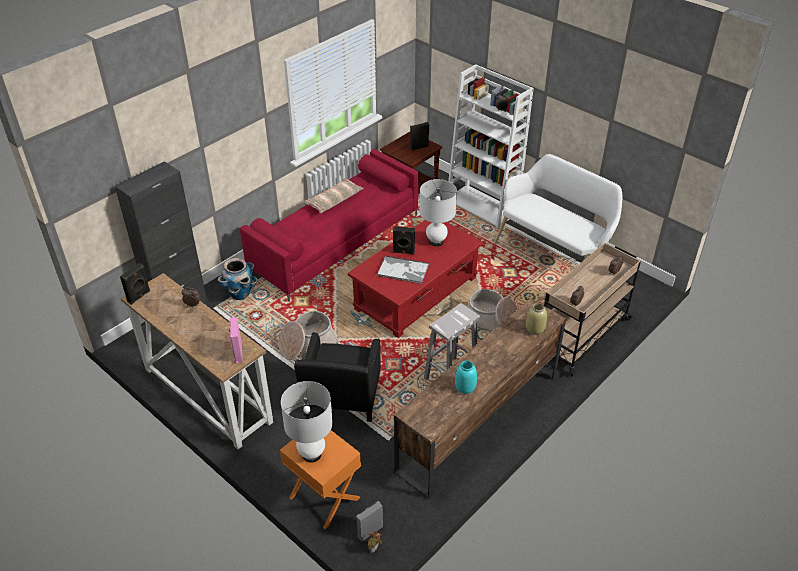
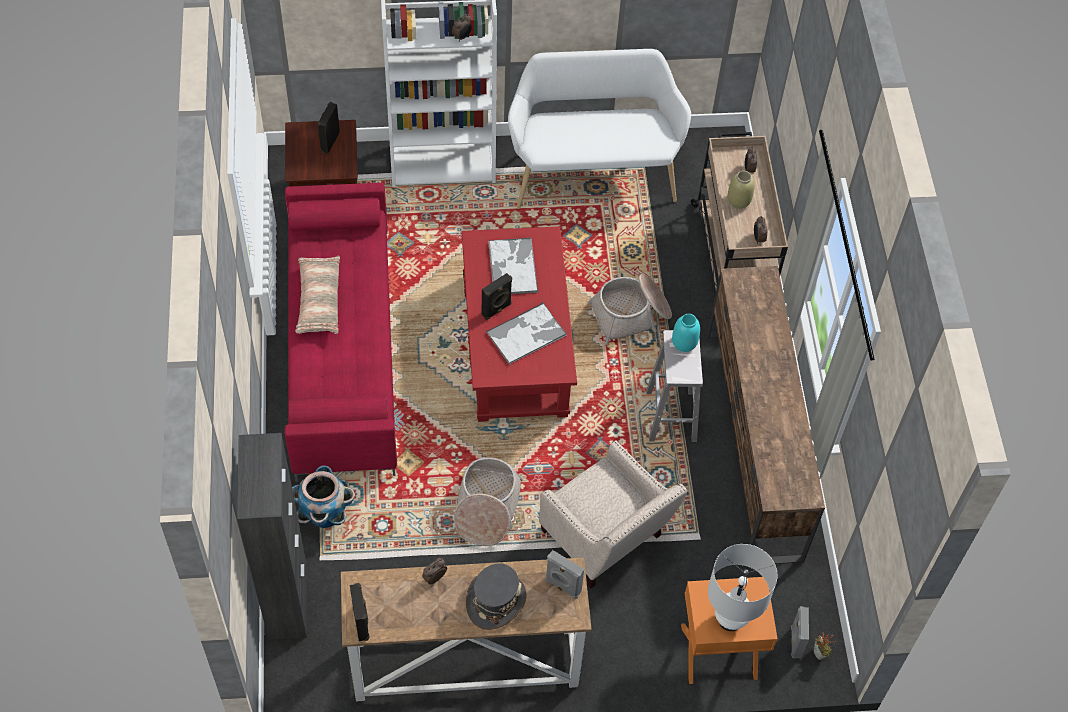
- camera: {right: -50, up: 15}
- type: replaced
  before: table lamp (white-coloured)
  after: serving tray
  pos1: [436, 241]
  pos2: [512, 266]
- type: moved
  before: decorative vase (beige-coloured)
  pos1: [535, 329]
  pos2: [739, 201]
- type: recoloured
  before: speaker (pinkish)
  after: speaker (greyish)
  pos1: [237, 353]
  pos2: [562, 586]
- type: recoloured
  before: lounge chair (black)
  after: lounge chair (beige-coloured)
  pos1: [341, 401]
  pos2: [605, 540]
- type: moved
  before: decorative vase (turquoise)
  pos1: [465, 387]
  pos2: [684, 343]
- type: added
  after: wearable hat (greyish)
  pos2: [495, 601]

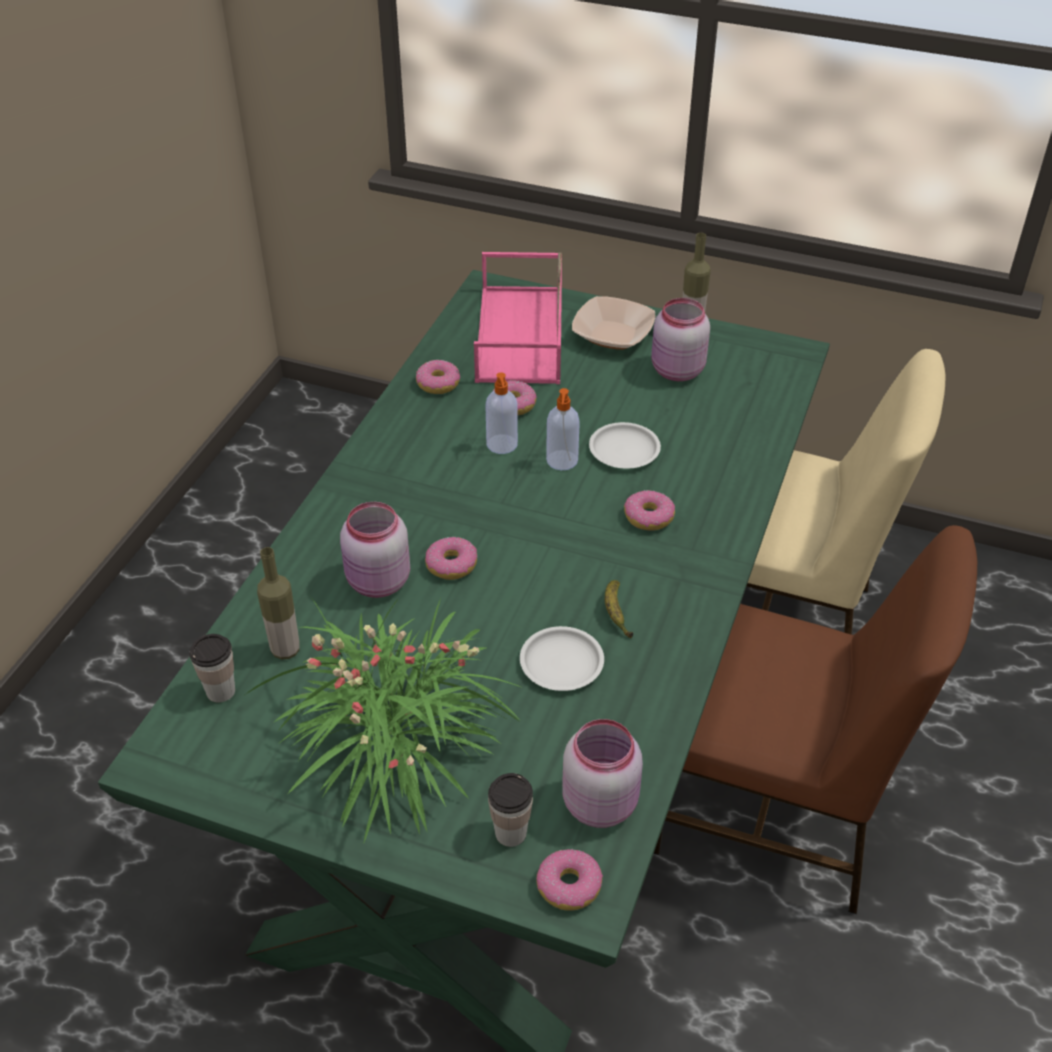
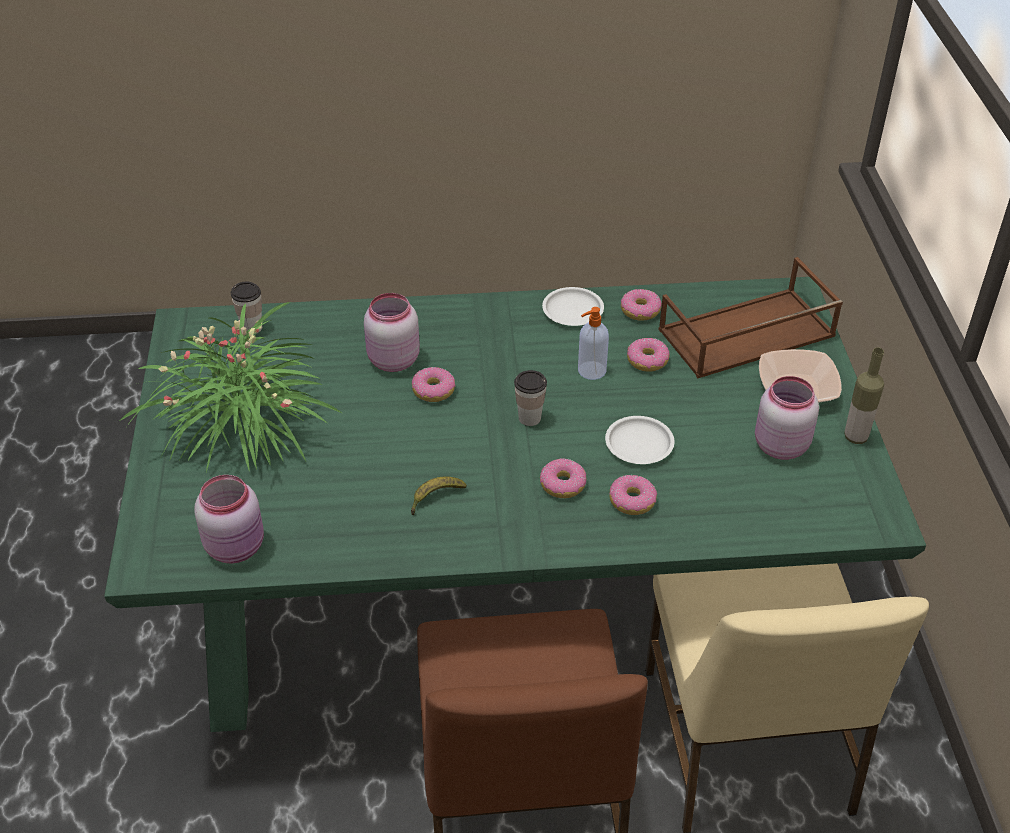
- camera: {right: 65, up: 0}
- type: recoloured
  before: serving tray (pinkish)
  after: serving tray (brown-coloured)
  pos1: [521, 335]
  pos2: [745, 334]
- type: removed
  before: soap dispenser
  pos1: [562, 461]
- type: removed
  before: bottle
  pos1: [285, 650]
- type: moved
  before: dinner plate (white-coloured)
  pos1: [562, 663]
  pos2: [573, 311]
- type: moved
  before: cup
  pos1: [511, 833]
  pos2: [529, 418]
- type: moved
  before: donut
  pos1: [569, 885]
  pos2: [632, 501]

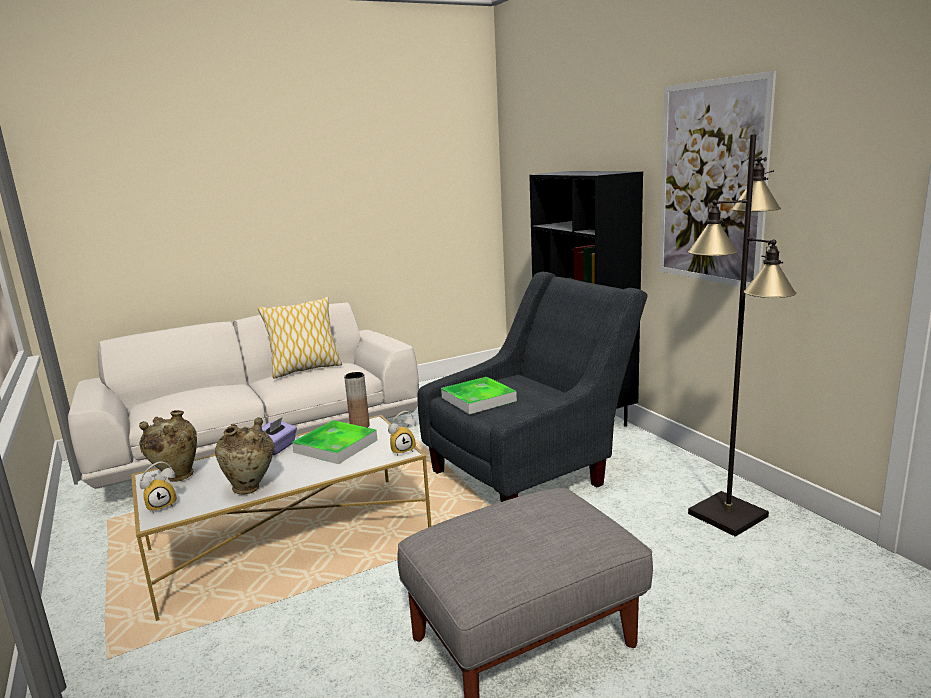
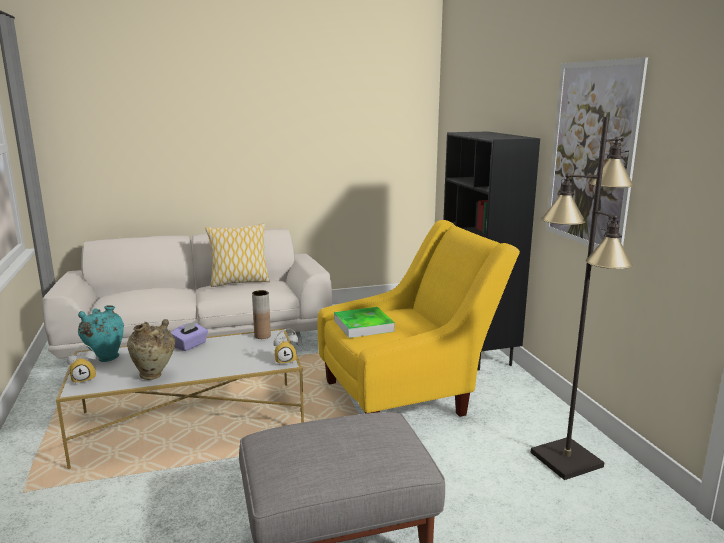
- camera: {right: 10, up: 0}
- type: recoloured
  before: lounge chair (greyish)
  after: lounge chair (yellow)
  pos1: [531, 472]
  pos2: [408, 395]
- type: recoloured
  before: decorative vase (beige-coloured)
  after: decorative vase (turquoise)
  pos1: [176, 477]
  pos2: [105, 358]
- type: removed
  before: serving tray
  pos1: [336, 446]

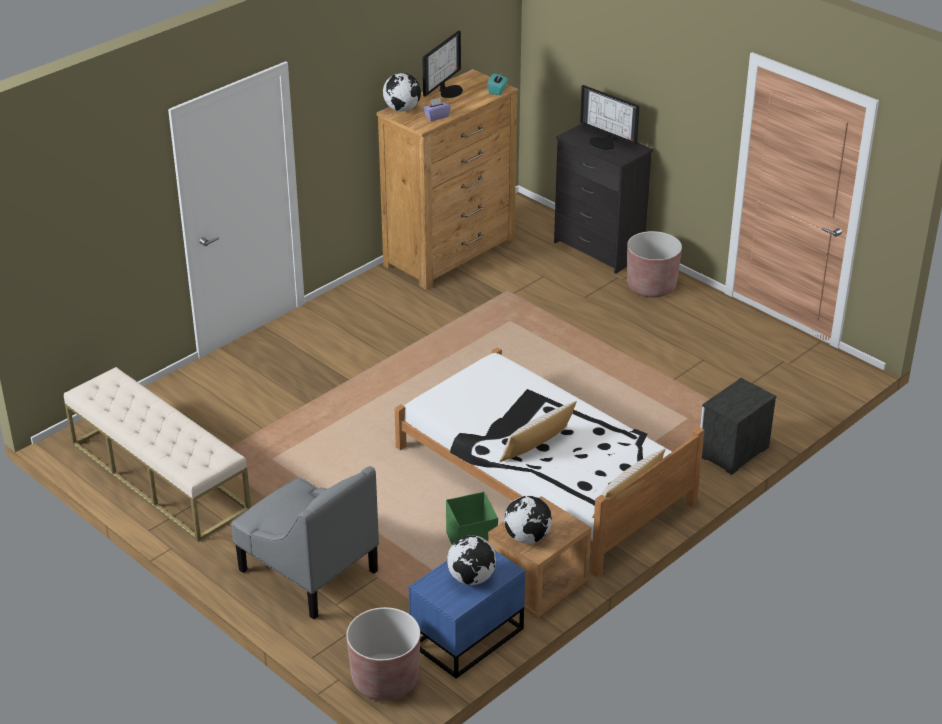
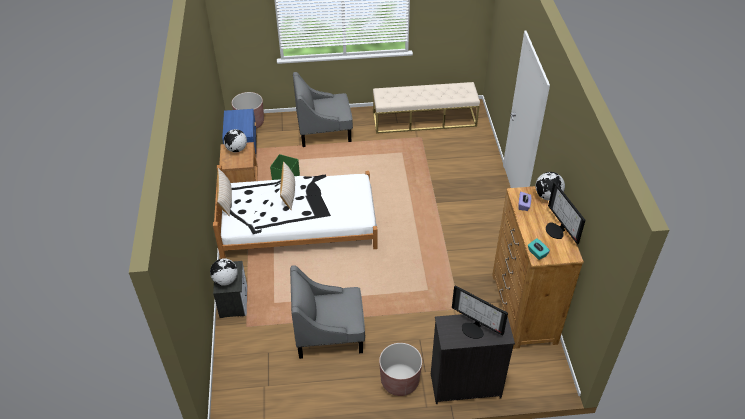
- camera: {right: 130, up: 10}
- type: turned
  before: computer screen
  pos1: [604, 142]
  pos2: [474, 329]
  turn: -135
- type: moved
  before: globe
  pos1: [471, 578]
  pos2: [225, 280]
- type: added
  after: lounge chair (greyish)
  pos2: [329, 333]

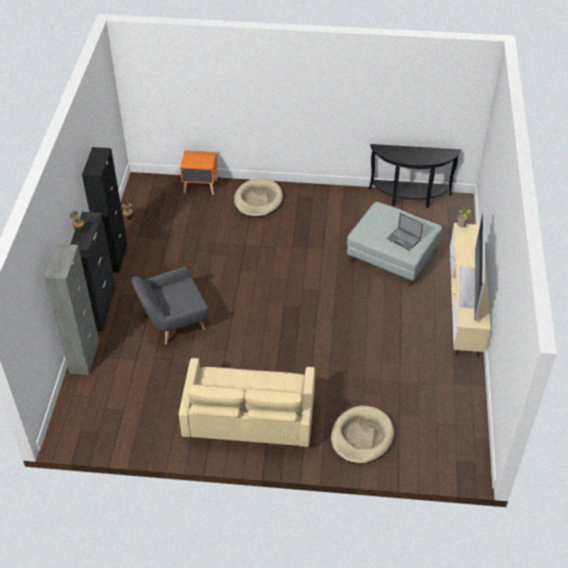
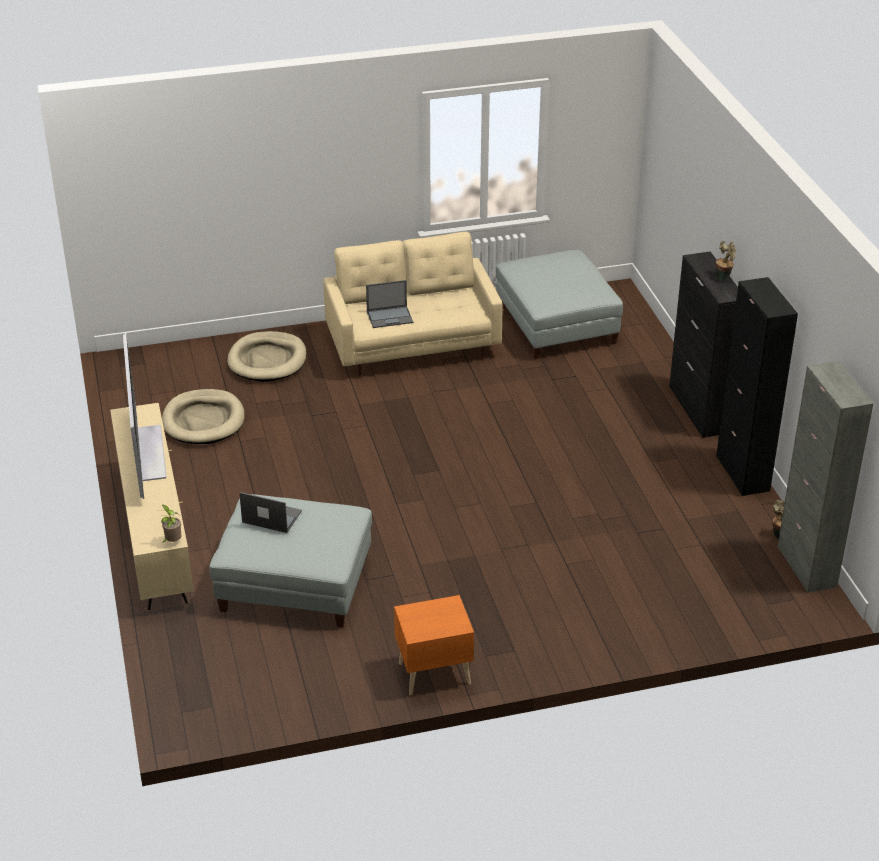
- camera: {right: 160, up: -10}
- type: removed
  before: hall table (black)
  pos1: [409, 198]
- type: moved
  before: bedside table (orange-coloured)
  pos1: [201, 187]
  pos2: [433, 672]
- type: moved
  before: dog cushion (beige-coloured)
  pos1: [258, 200]
  pos2: [203, 420]
- type: moved
  before: storage cabinet (greyish)
  pos1: [84, 357]
  pos2: [806, 567]
- type: removed
  before: lounge chair (greyish)
  pos1: [173, 323]
- type: added
  after: footrest (greyish)
  pos2: [557, 325]
- type: added
  after: notebook computer
  pos2: [390, 317]

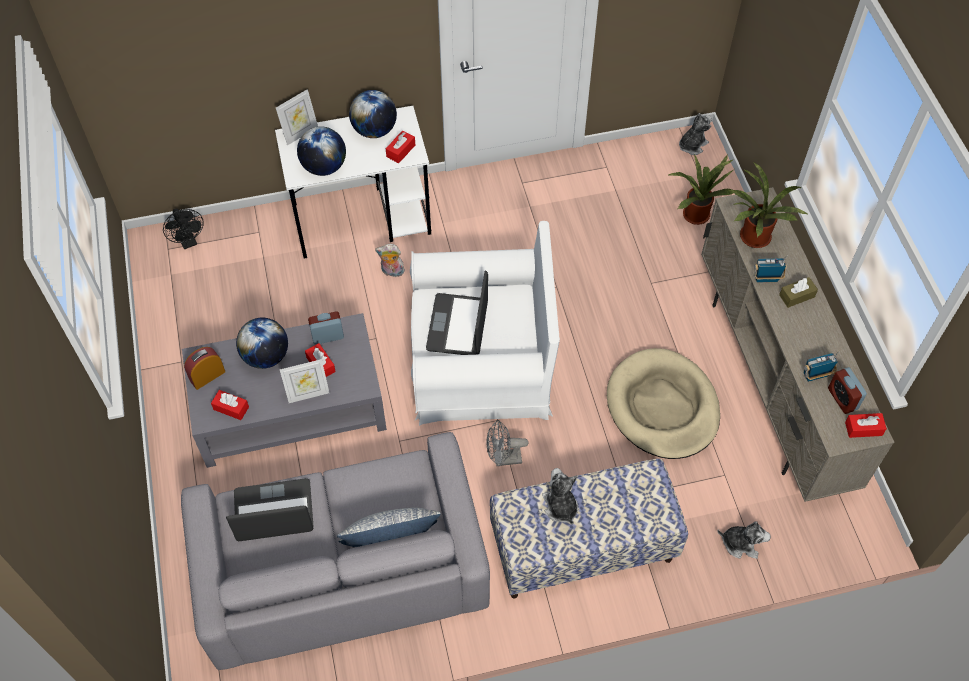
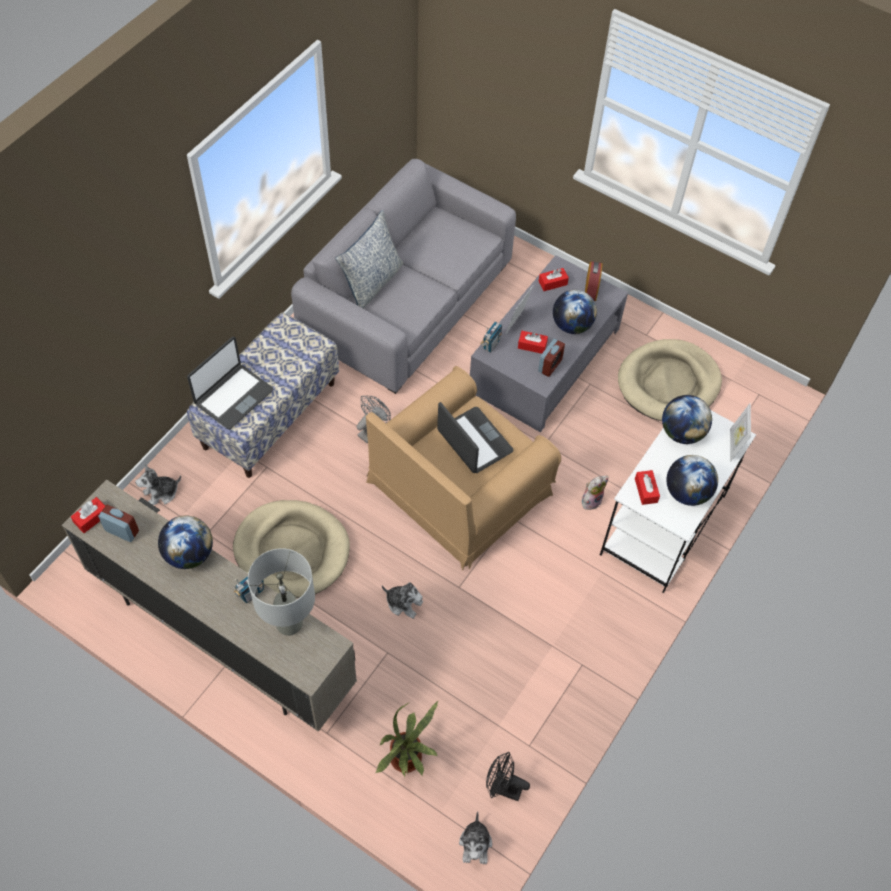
- camera: {right: 135, up: 0}
- type: replaced
  before: plant in a pot
  after: table lamp (greyish)
  pos1: [752, 239]
  pos2: [290, 624]
- type: moved
  before: cooling fan (black)
  pos1: [188, 242]
  pos2: [502, 788]
- type: recoloured
  before: lounge chair (white-coloured)
  after: lounge chair (brown-coloured)
  pos1: [481, 357]
  pos2: [458, 487]
- type: removed
  before: tissue box (brown-coloured)
  pos1: [796, 296]
- type: moved
  before: radio receiver
  pos1: [816, 375]
  pos2: [491, 344]
- type: moved
  before: cuddly toy
  pos1: [560, 506]
  pos2: [403, 603]
- type: moved
  before: notebook computer
  pos1: [274, 512]
  pos2: [233, 396]
- type: added
  after: dog cushion (beige-coloured)
  pos2: [668, 383]
- type: added
  after: globe
  pos2: [189, 554]

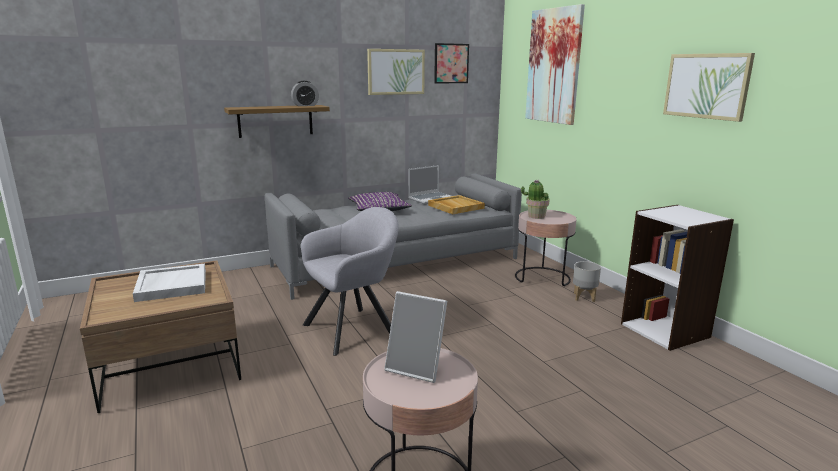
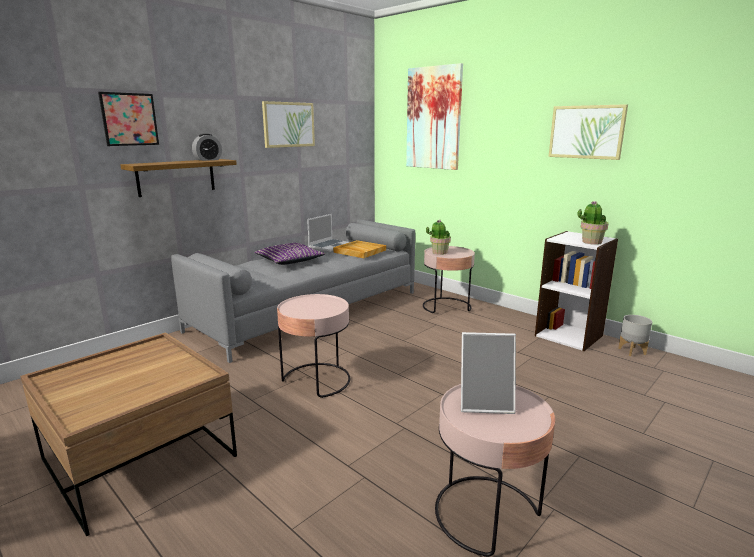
- camera: {right: -20, up: 0}
- type: moved
  before: wall picture
  pos1: [451, 63]
  pos2: [129, 119]
- type: replaced
  before: lounge chair (greyish)
  after: side table (pinkish)
  pos1: [354, 328]
  pos2: [316, 380]
- type: moved
  before: flower pot (greyish)
  pos1: [584, 297]
  pos2: [632, 351]
- type: removed
  before: serving tray (white-coloured)
  pos1: [171, 285]
- type: added
  after: plant in a pot
  pos2: [591, 242]

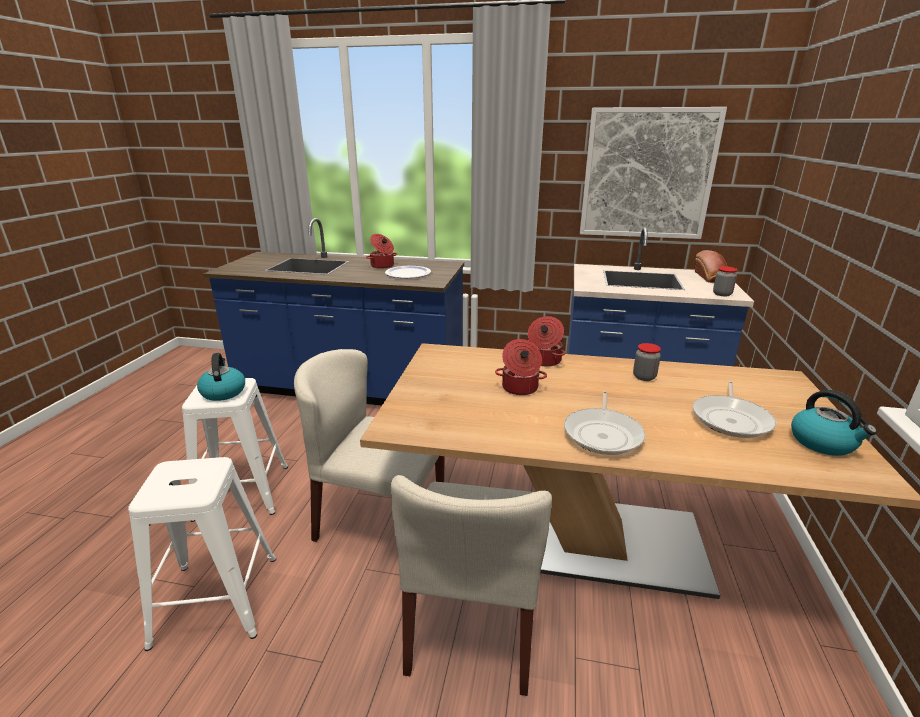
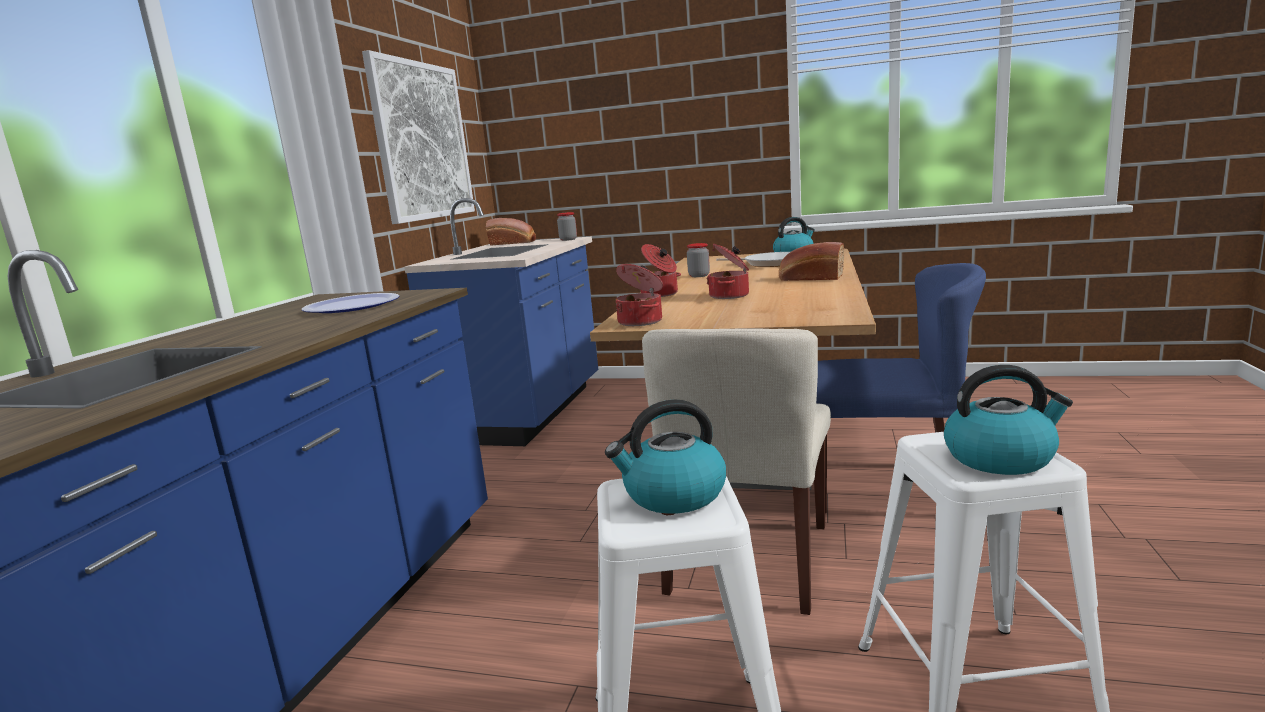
- camera: {right: -85, up: -10}
- type: moved
  before: stockpot
  pos1: [382, 266]
  pos2: [641, 321]
- type: replaced
  before: skillet
  after: baked bread
  pos1: [603, 434]
  pos2: [809, 278]
- type: recoloured
  before: chair (beige-coloured)
  after: chair (blue-coloured)
  pos1: [474, 622]
  pos2: [888, 487]
- type: added
  after: water kettle
  pos2: [1000, 457]

